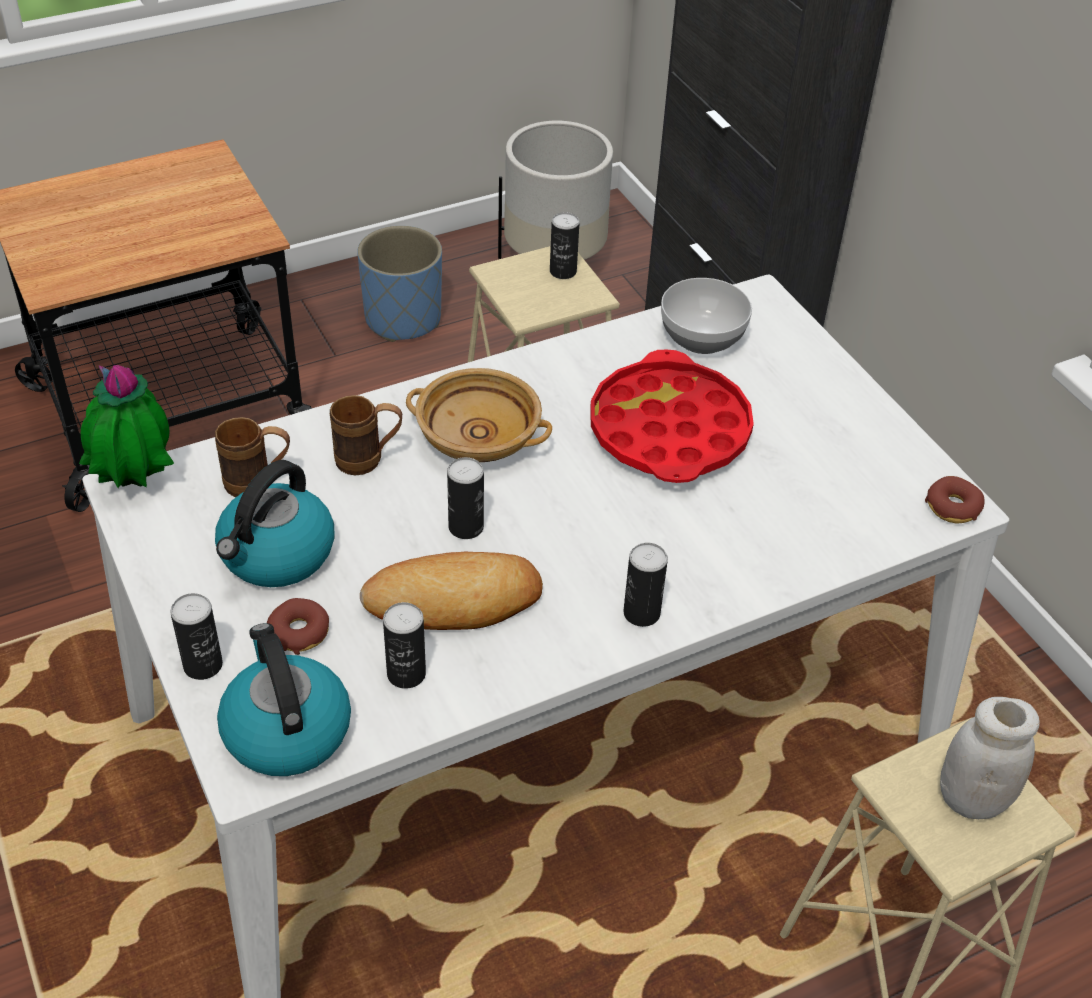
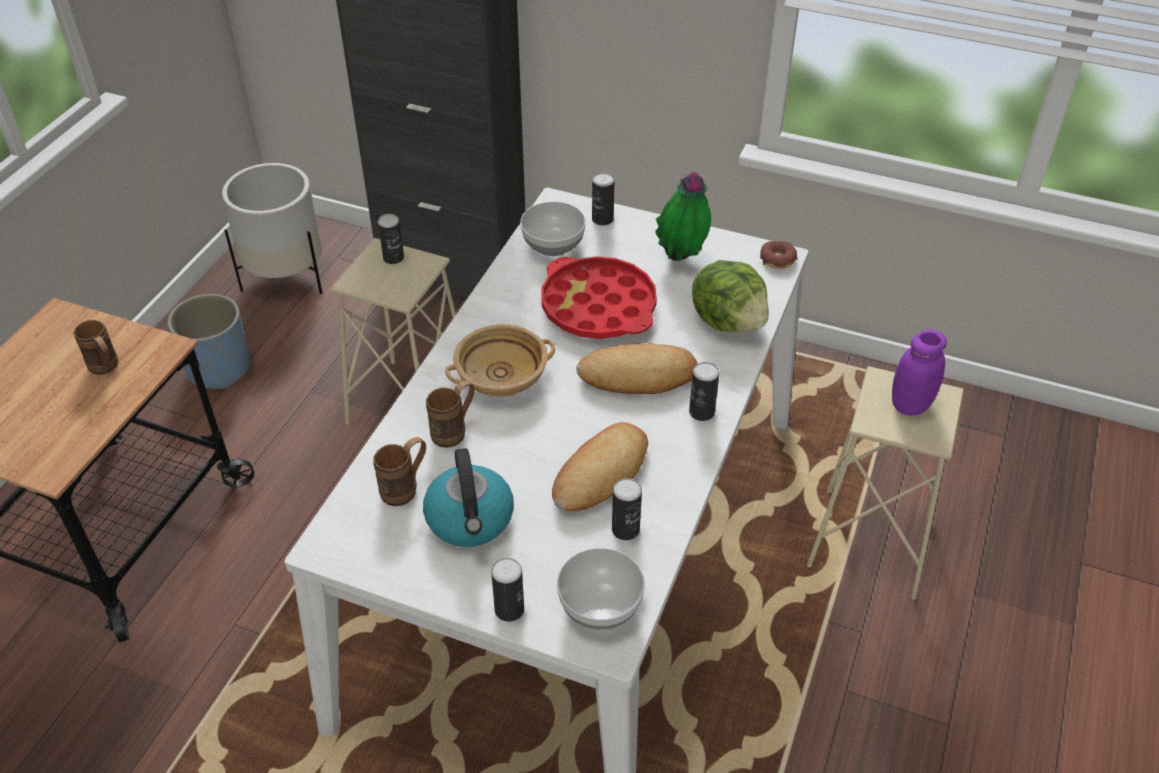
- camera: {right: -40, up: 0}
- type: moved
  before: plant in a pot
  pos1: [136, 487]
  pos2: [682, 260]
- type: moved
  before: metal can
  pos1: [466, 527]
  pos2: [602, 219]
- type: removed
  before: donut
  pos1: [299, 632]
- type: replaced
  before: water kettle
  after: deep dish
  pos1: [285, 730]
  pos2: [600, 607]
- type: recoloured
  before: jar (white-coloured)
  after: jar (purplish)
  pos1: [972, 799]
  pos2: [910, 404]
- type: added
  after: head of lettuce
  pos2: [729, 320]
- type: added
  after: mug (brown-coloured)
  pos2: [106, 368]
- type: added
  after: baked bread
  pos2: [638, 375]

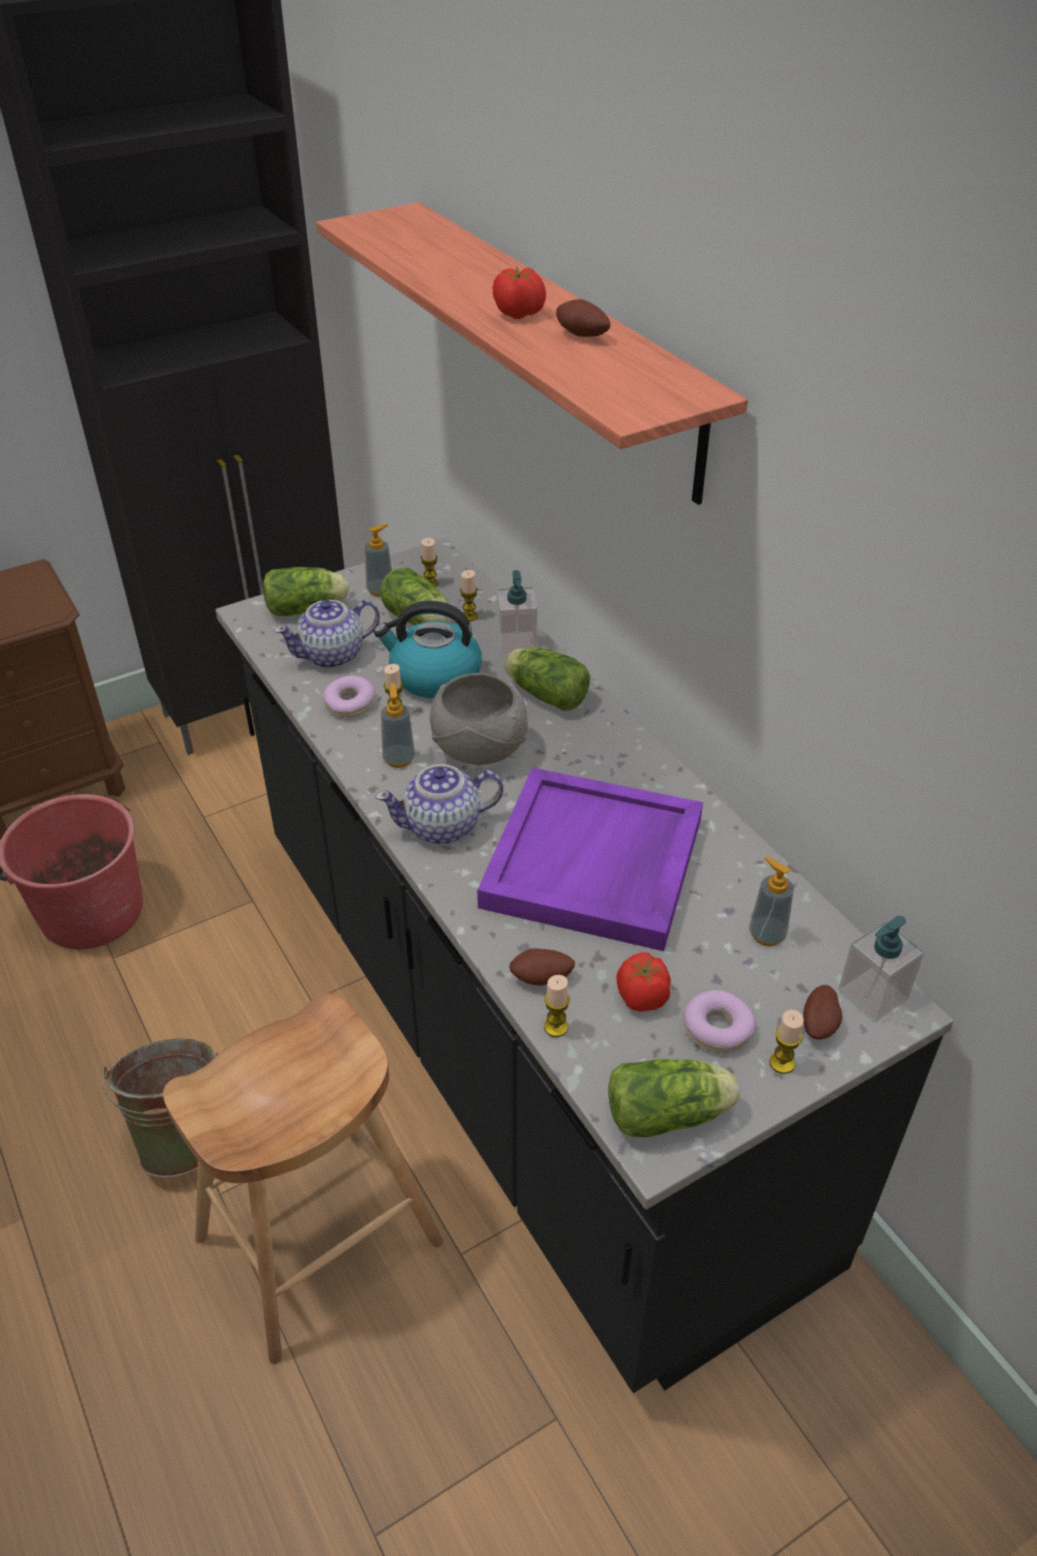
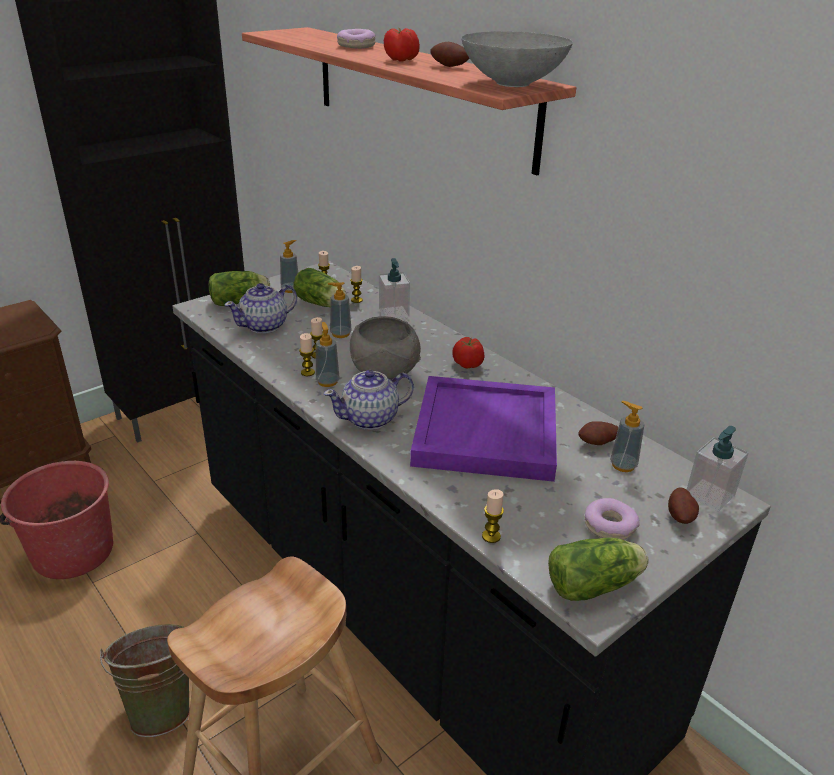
- camera: {right: -10, up: -10}
- type: replaced
  before: water kettle
  after: soap dispenser
  pos1: [434, 676]
  pos2: [340, 334]
- type: removed
  before: head of lettuce
  pos1: [544, 694]
- type: moved
  before: donut
  pos1: [350, 703]
  pos2: [356, 46]
- type: moved
  before: spud
  pos1: [542, 979]
  pos2: [597, 443]
- type: moved
  before: fresh tomato
  pos1: [641, 997]
  pos2: [467, 364]
- type: moved
  before: candle
  pos1: [782, 1063]
  pos2: [307, 372]
- type: added
  after: deep dish (greyish)
  pos2: [512, 84]

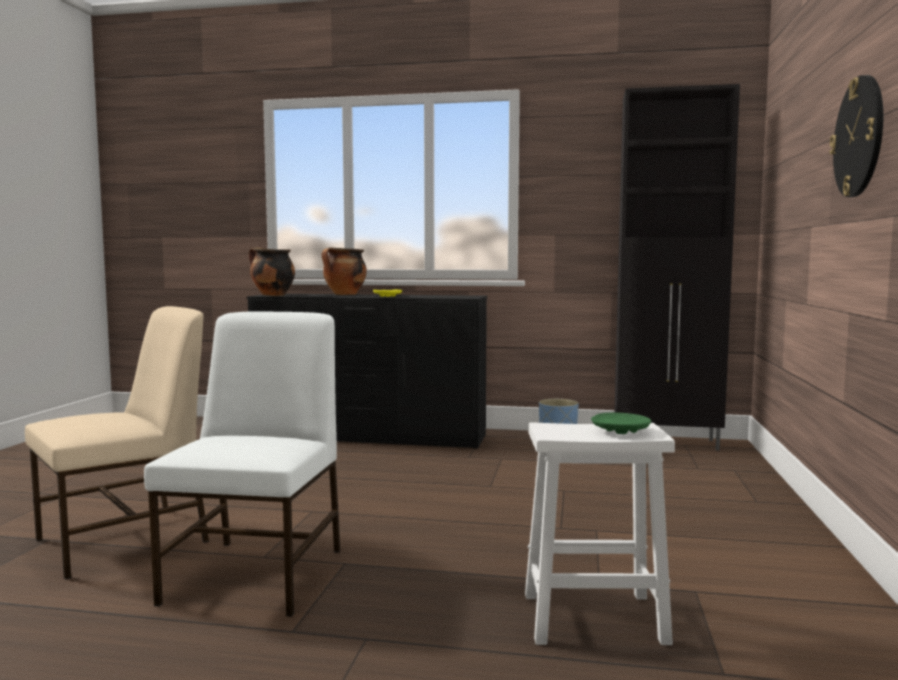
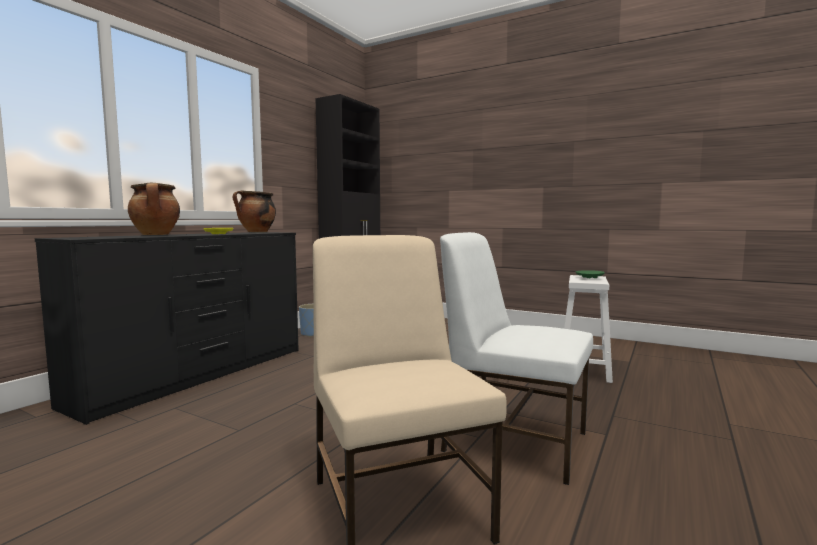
- camera: {right: -70, up: 0}
- type: removed
  before: wall clock
  pos1: [859, 137]
- type: moved
  before: stockpot
  pos1: [272, 295]
  pos2: [256, 232]

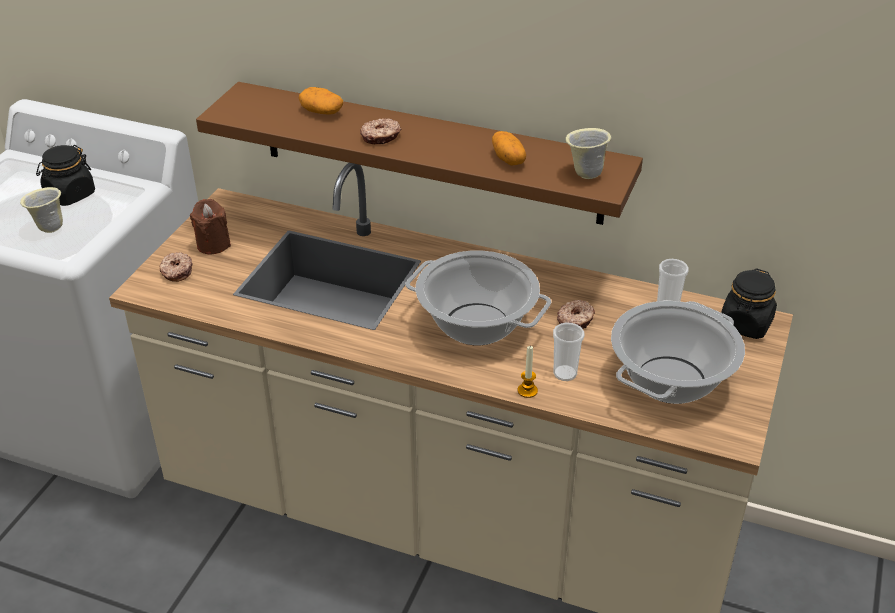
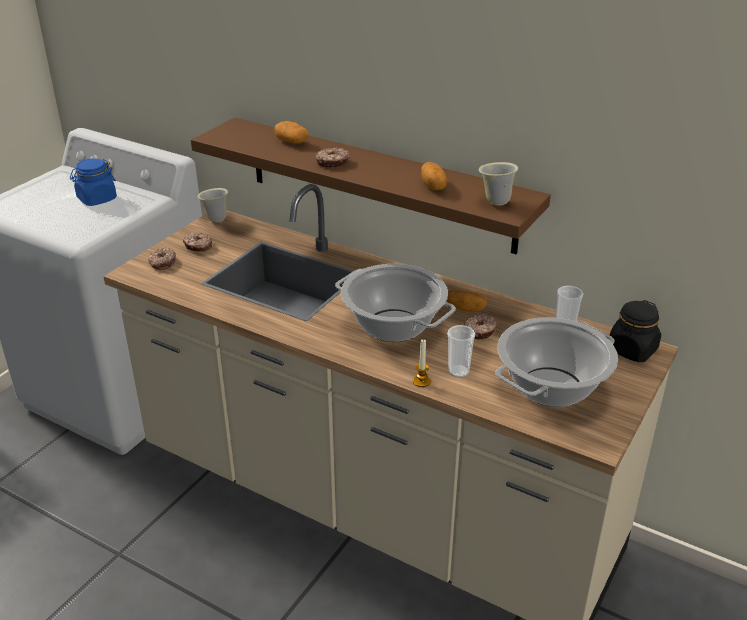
- camera: {right: 10, up: -5}
- type: recoloured
  before: jar (black)
  after: jar (blue-coloured)
  pos1: [70, 195]
  pos2: [96, 199]
- type: moved
  before: mug (beige-coloured)
  pos1: [49, 228]
  pos2: [215, 219]
- type: replaced
  before: candle (brown-coloured)
  after: donut
  pos1: [213, 244]
  pos2: [198, 246]
- type: added
  after: spud
  pos2: [465, 308]

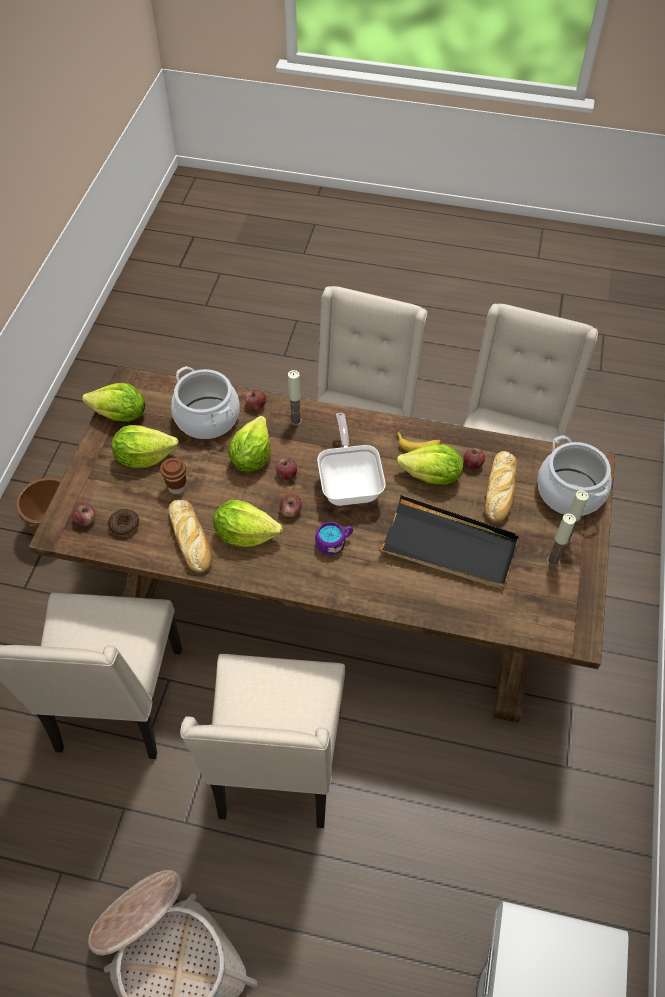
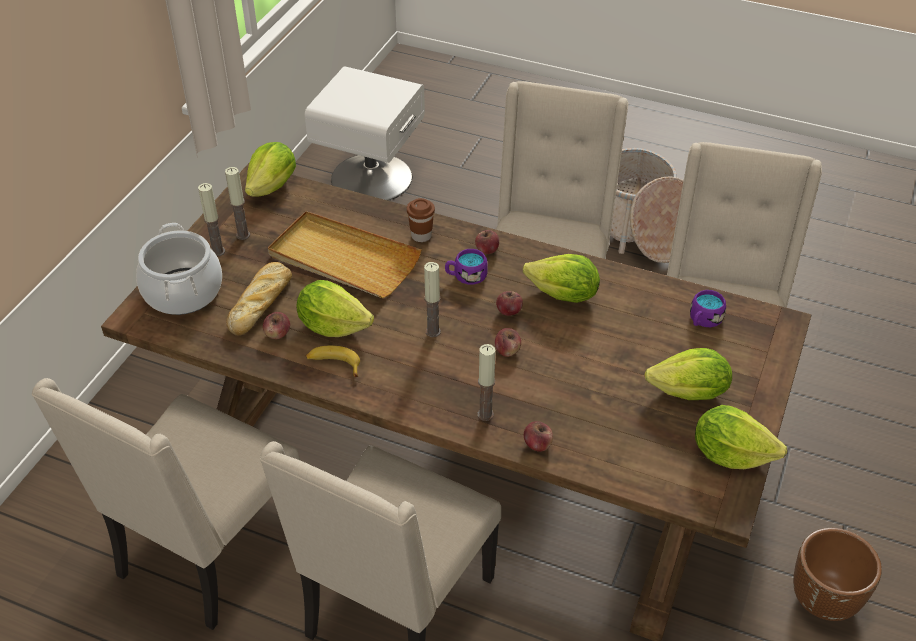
- camera: {right: -170, up: -10}
- type: removed
  before: stockpot
  pos1: [207, 418]
- type: replaced
  before: skillet
  after: candle
  pos1: [350, 483]
  pos2: [433, 331]
- type: moved
  before: head of lettuce
  pos1: [252, 457]
  pos2: [272, 187]
- type: moved
  before: cup (brown-coloured)
  pos1: [177, 487]
  pos2: [421, 236]
- type: recoloured
  before: serving tray (black)
  after: serving tray (beige-coloured)
  pos1: [449, 546]
  pos2: [343, 259]
- type: removed
  before: baked bread
  pos1: [191, 540]
- type: moved
  before: apple fruit
  pos1: [86, 520]
  pos2: [487, 250]
- type: replaced
  before: donut
  after: mug (purplish)
  pos1: [124, 525]
  pos2: [703, 320]

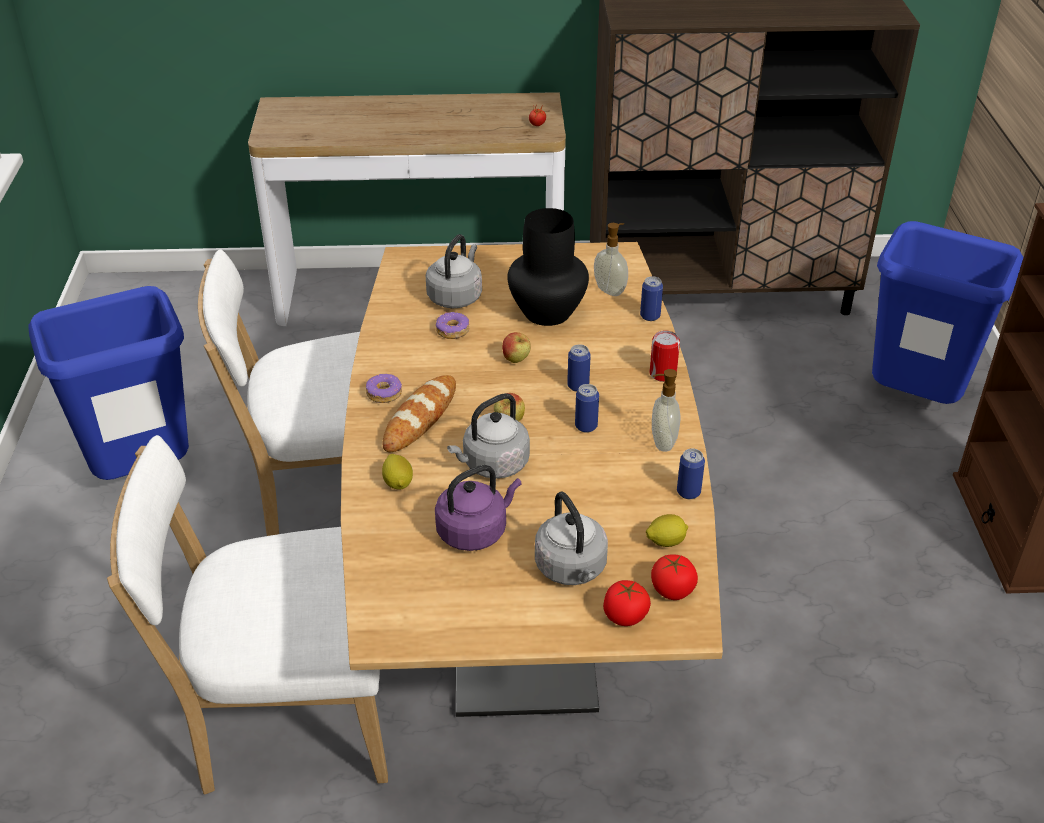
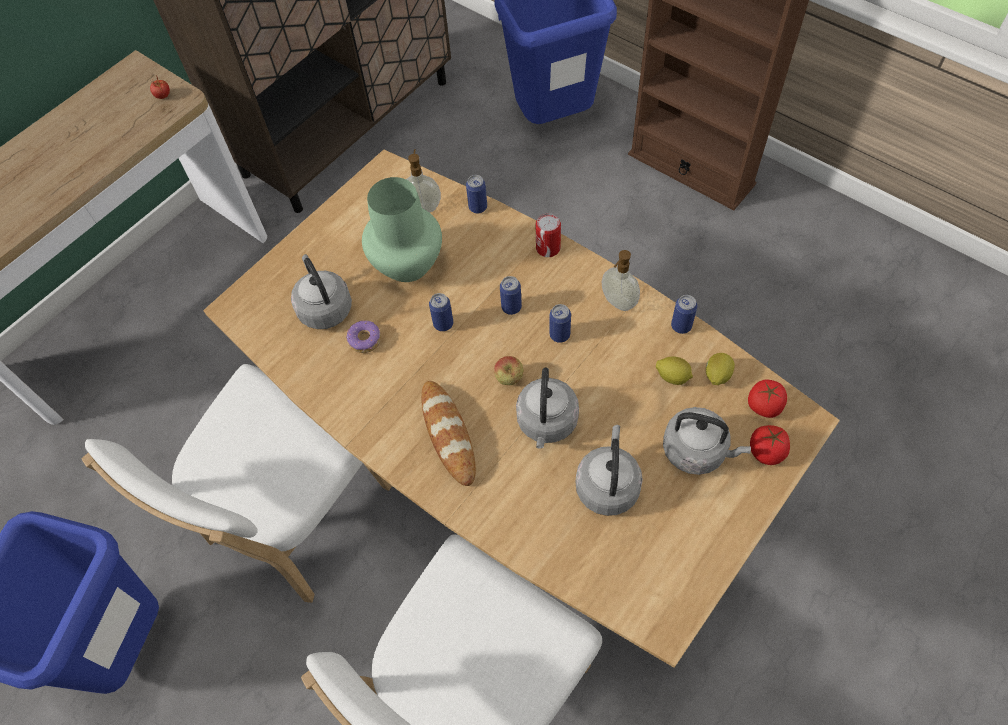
- camera: {right: -45, up: 20}
- type: recoloured
  before: decorative vase (black)
  after: decorative vase (green-coloured)
  pos1: [548, 313]
  pos2: [409, 264]
- type: replaced
  before: apple fruit
  after: metal can
  pos1: [516, 360]
  pos2: [443, 324]
- type: removed
  before: donut
  pos1: [384, 393]
- type: moved
  before: whole lemon
  pos1: [398, 482]
  pos2: [672, 376]
- type: recoloured
  before: water kettle (purplish)
  after: water kettle (greyish)
  pos1: [475, 531]
  pos2: [607, 485]

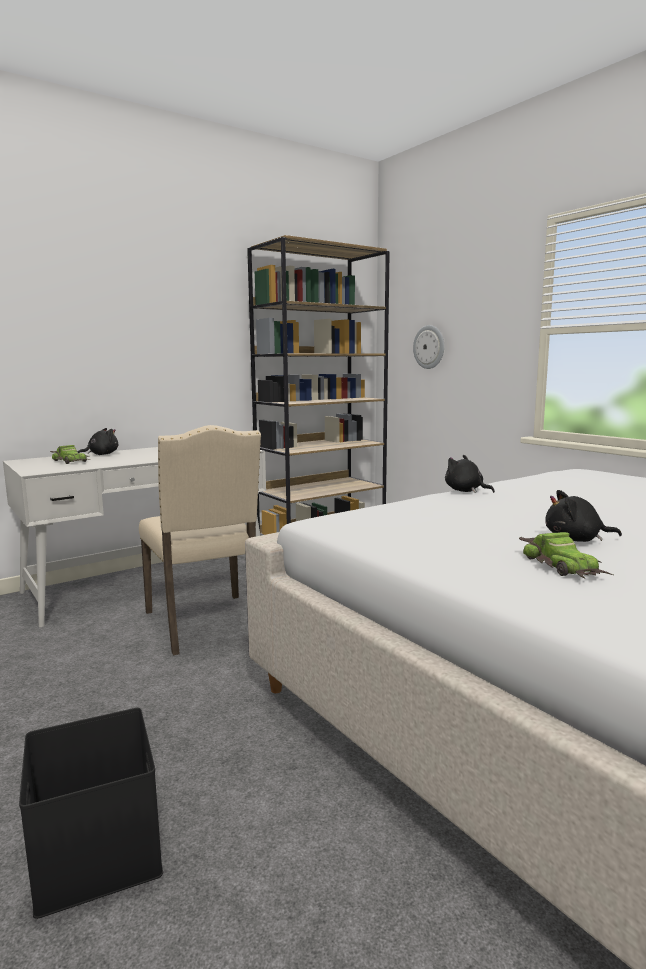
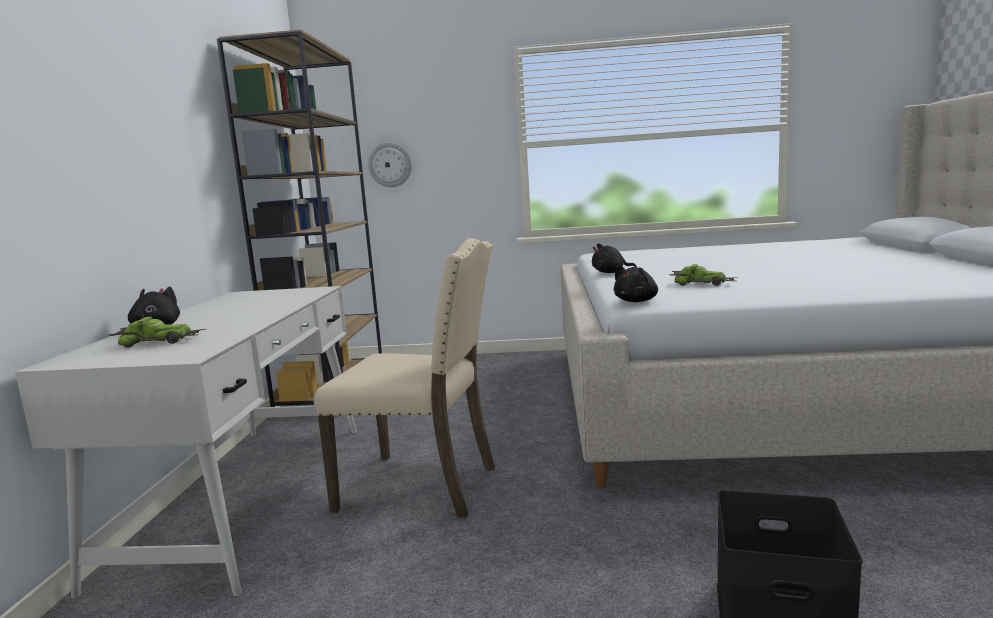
- camera: {right: -50, up: 0}
- type: moved
  before: cuddly toy (black)
  pos1: [576, 540]
  pos2: [637, 301]
- type: moved
  before: model car
  pos1: [562, 566]
  pos2: [702, 283]

